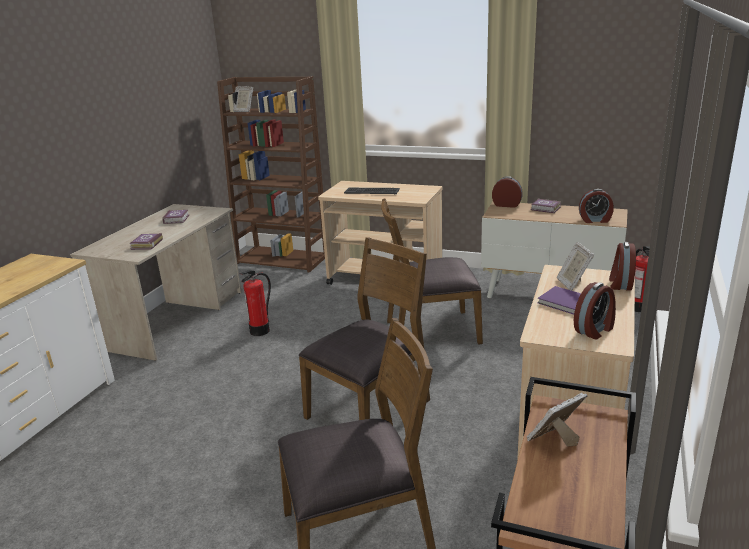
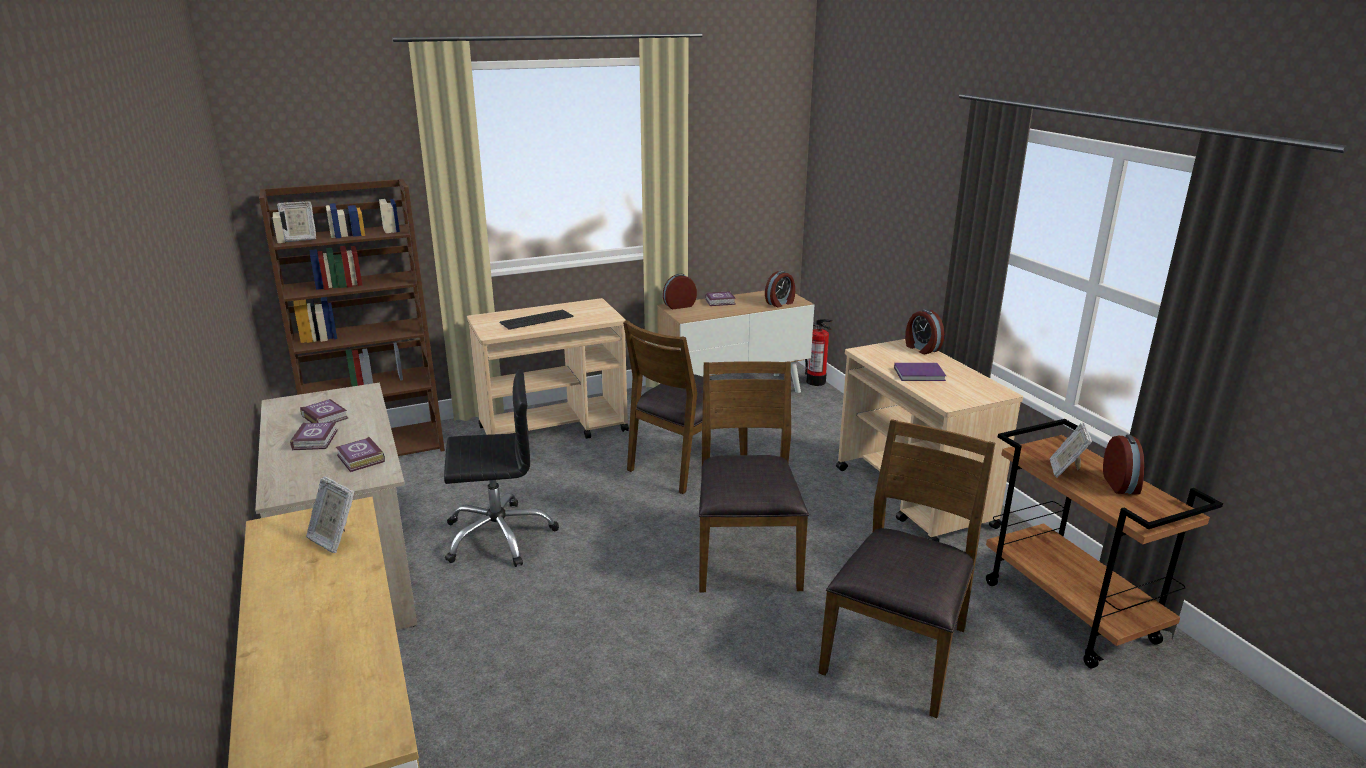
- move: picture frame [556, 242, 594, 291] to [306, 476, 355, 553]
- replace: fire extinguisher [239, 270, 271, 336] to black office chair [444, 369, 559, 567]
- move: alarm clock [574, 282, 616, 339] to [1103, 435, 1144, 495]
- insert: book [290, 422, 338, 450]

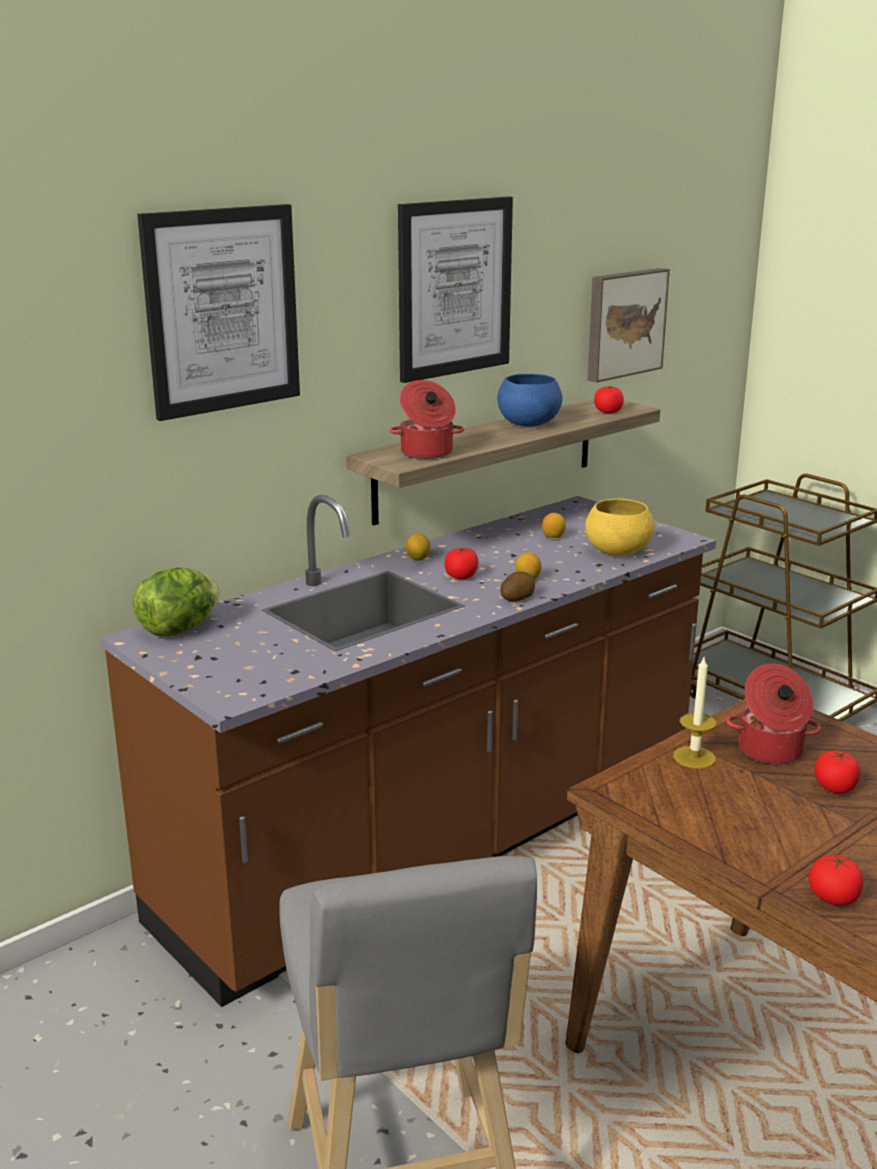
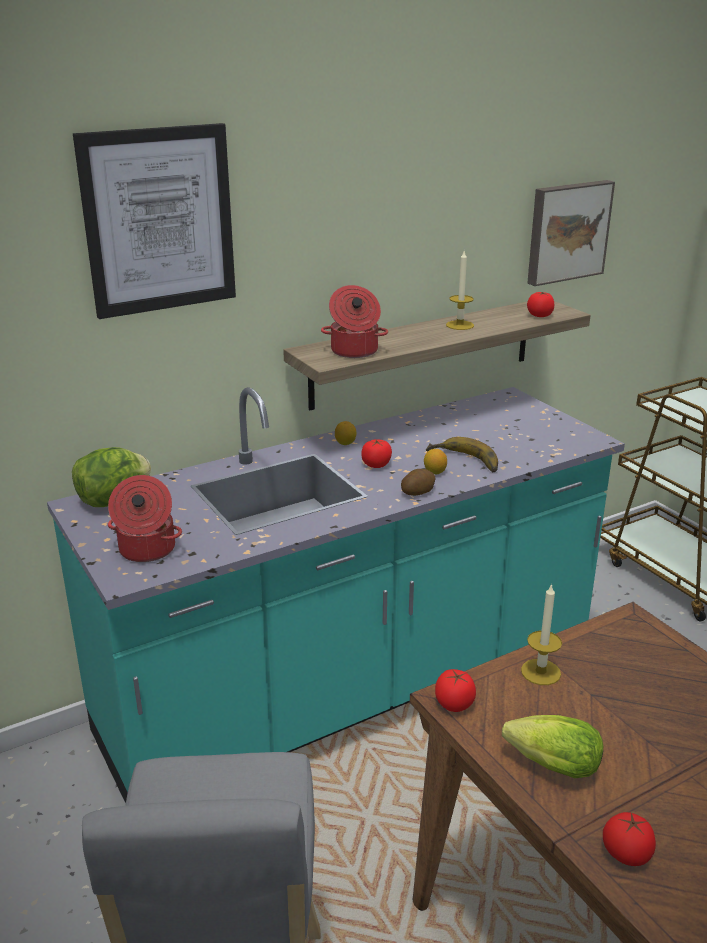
- delete: picture [398, 196, 513, 383]
- replace: blue bowl [498, 374, 562, 427] to candle [446, 251, 474, 330]
- recolor: brown counter [100, 495, 716, 1007] to turquoise counter [47, 387, 625, 803]
- delete: yellow bowl [585, 498, 655, 556]
- delete: lemon [542, 513, 566, 538]
- move: cooking pot [726, 663, 821, 764] to [108, 475, 182, 562]
- move: tomato [814, 751, 860, 794] to [435, 669, 476, 712]
- insert: banana [426, 437, 498, 472]
- insert: lettuce [502, 715, 603, 778]

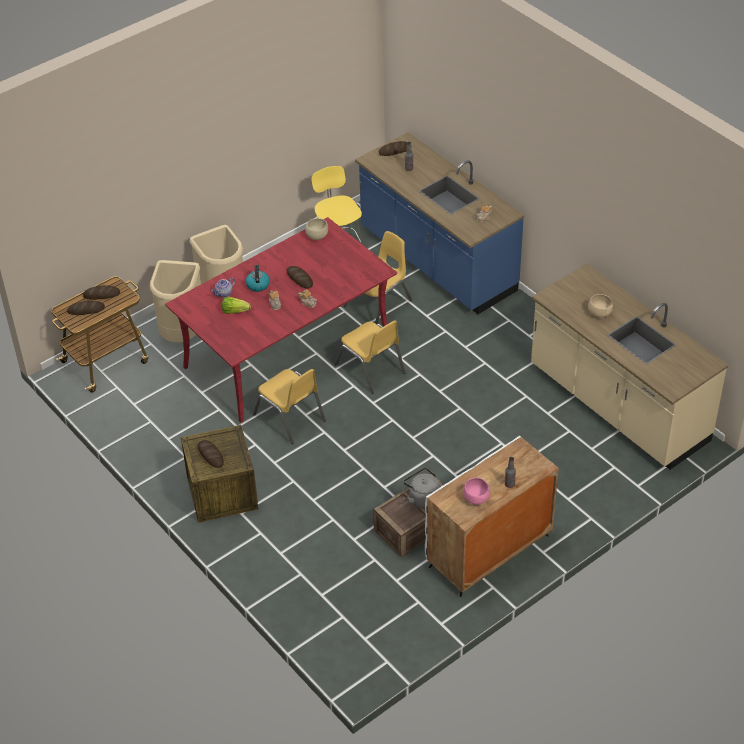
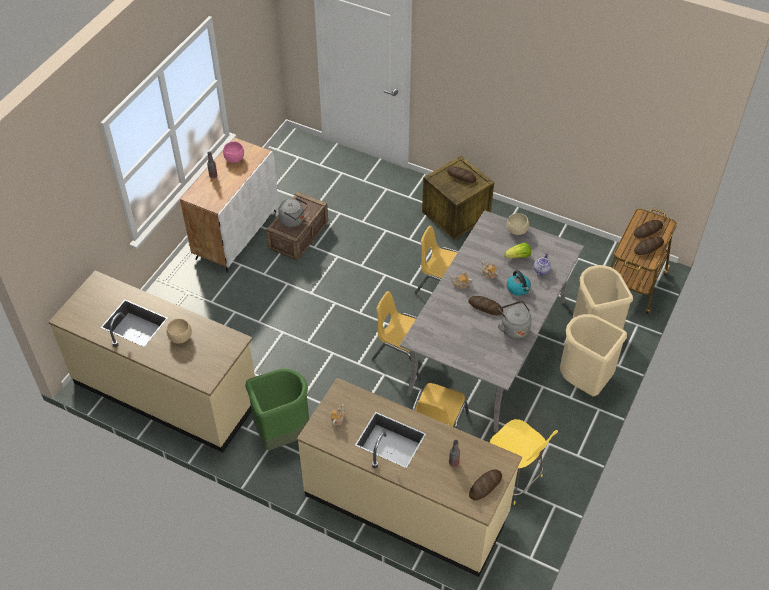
- recolor: blue counter [355, 132, 524, 314] to beige counter [297, 378, 522, 577]
- recolor: red dining table [165, 217, 397, 423] to grey dining table [400, 211, 584, 433]
- move: beige bowl [305, 218, 328, 240] to [507, 213, 529, 235]
- insert: grey kettle [498, 301, 532, 339]
- insert: green trash can [245, 368, 309, 451]

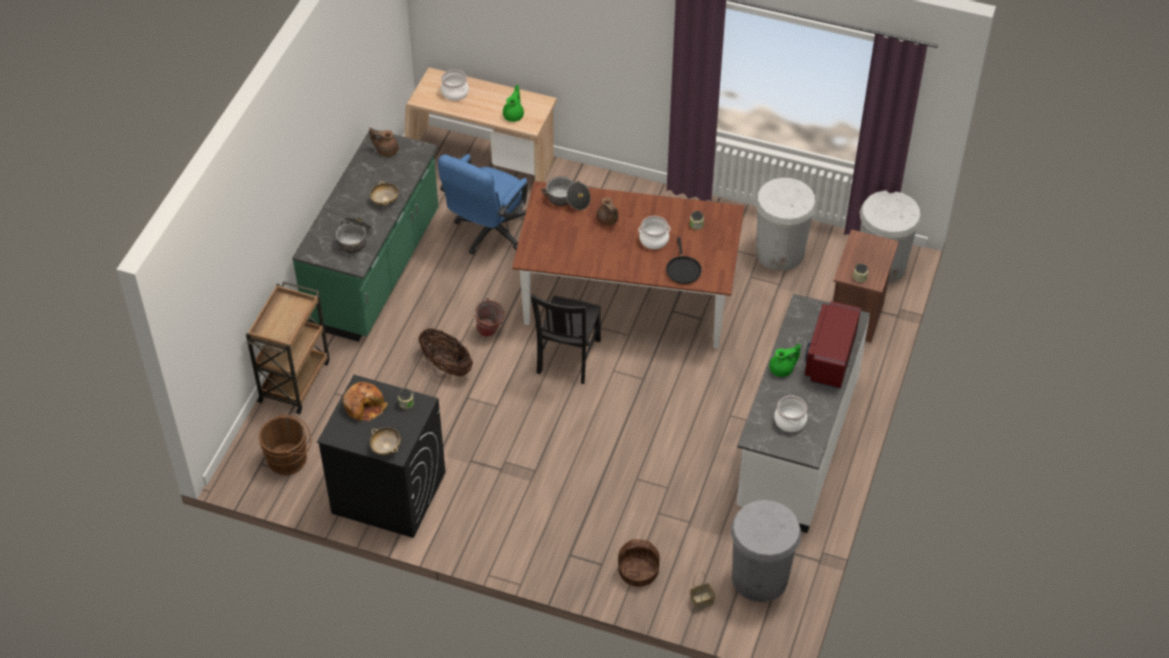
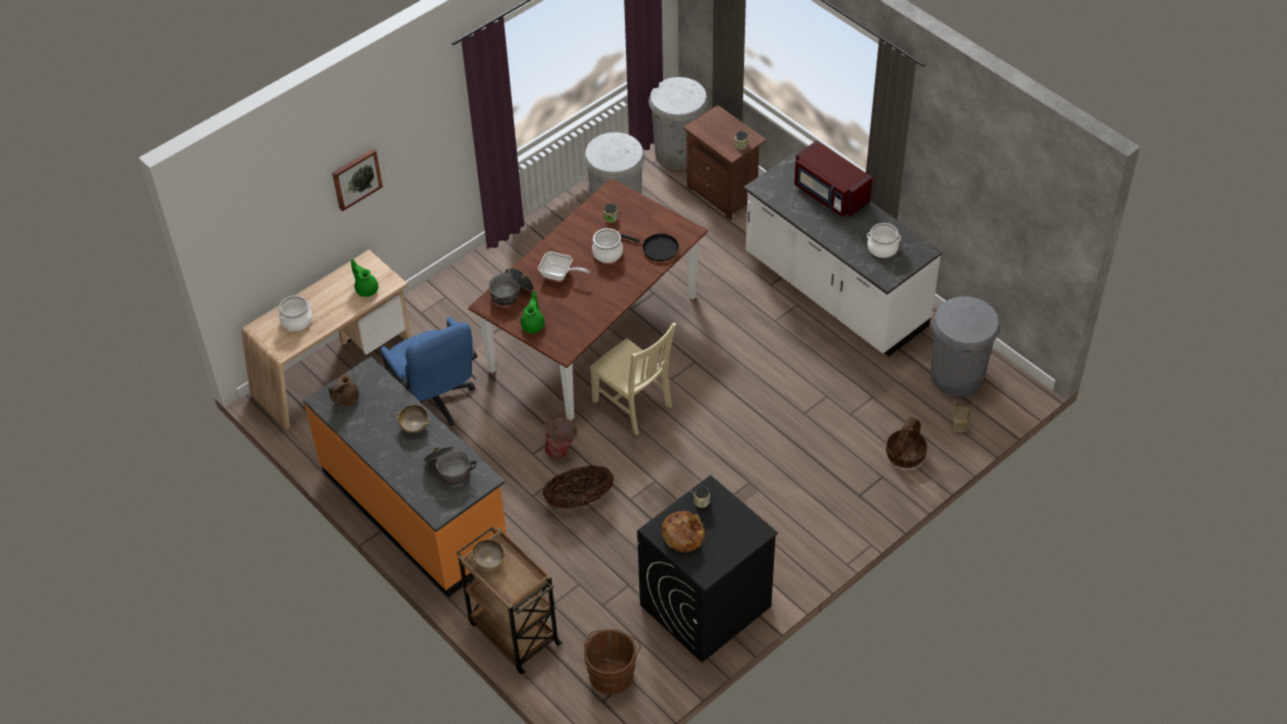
- recolor: green counter [292, 129, 439, 342] to orange counter [303, 357, 507, 597]
- replace: brown teapot [596, 197, 619, 225] to frying pan [538, 251, 590, 281]
- recolor: black chair [530, 294, 601, 384] to beige chair [590, 323, 677, 435]
- move: green teapot [769, 344, 801, 377] to [521, 291, 545, 333]
- move: beige bowl [370, 427, 401, 455] to [468, 540, 508, 570]
- insert: picture [332, 148, 383, 211]

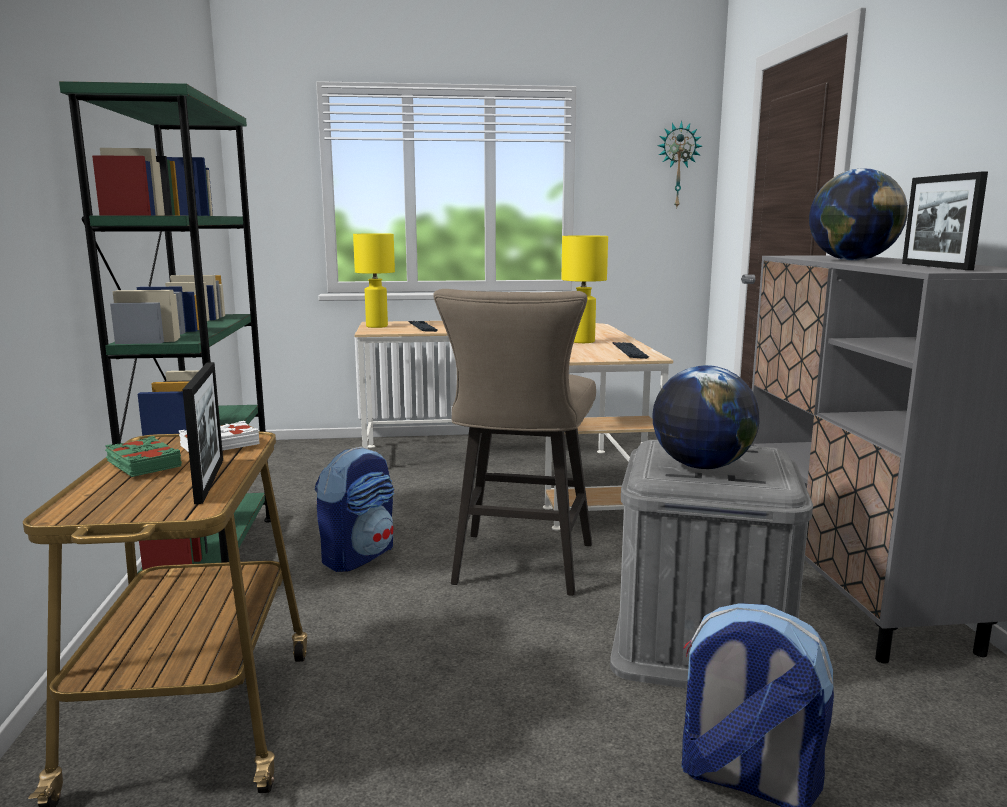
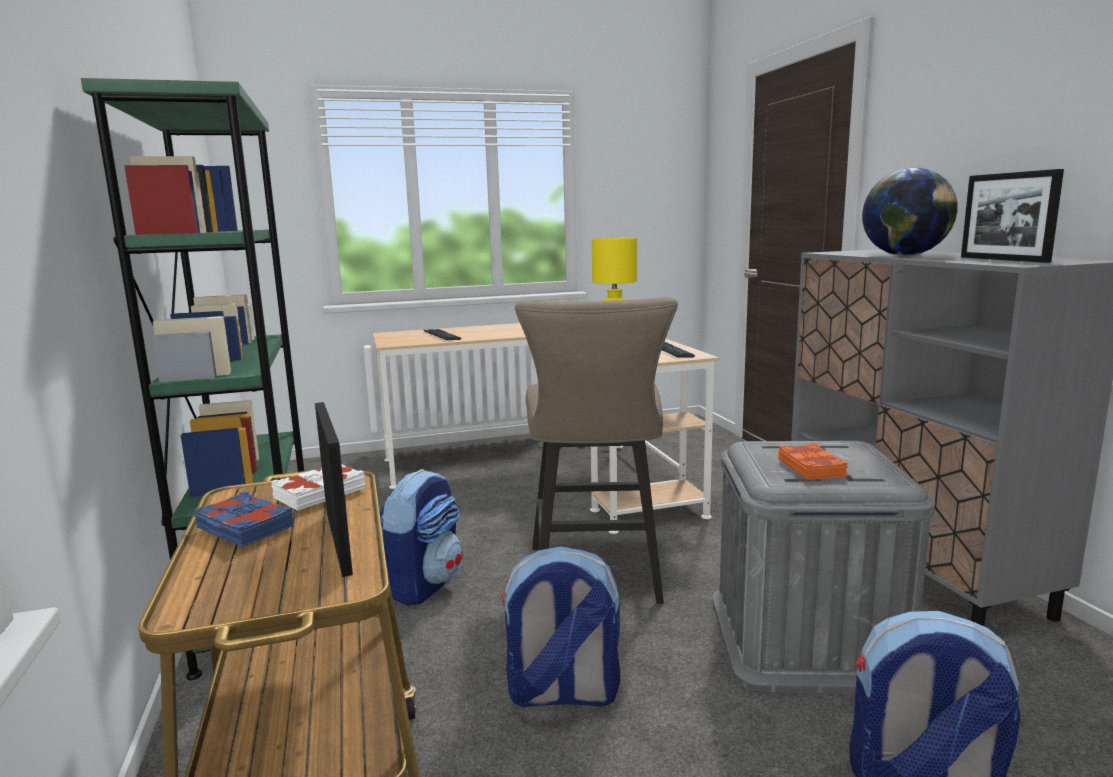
- delete: wall clock [657, 121, 702, 208]
- delete: yellow table lamp [353, 234, 395, 328]
- replace: globe [652, 365, 759, 469] to orange book [778, 443, 848, 480]
- recolor: green book [105, 436, 182, 477] to blue book [193, 491, 294, 547]
- insert: backpack [499, 546, 620, 707]

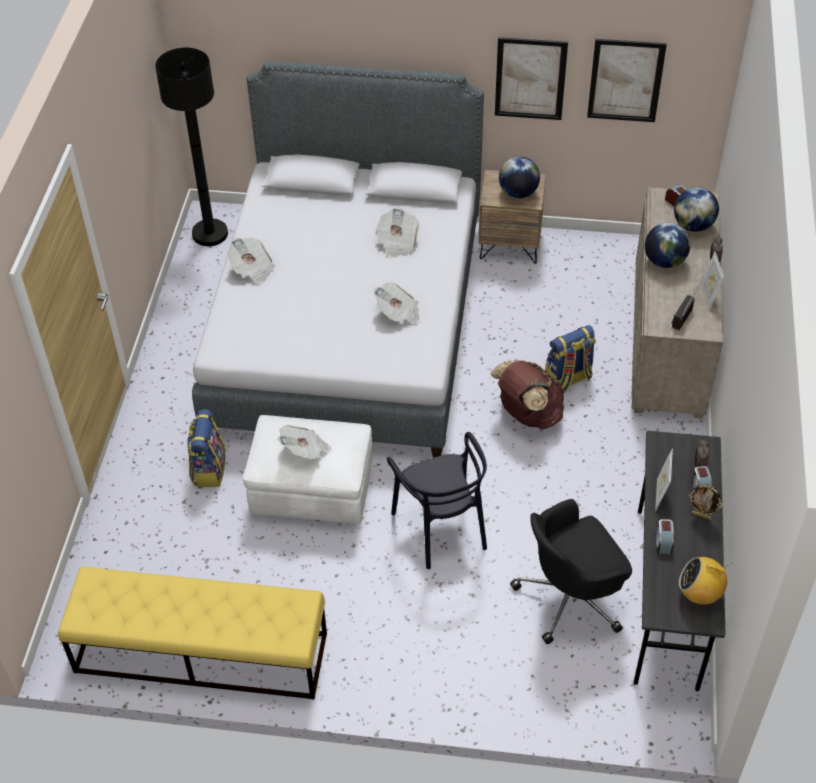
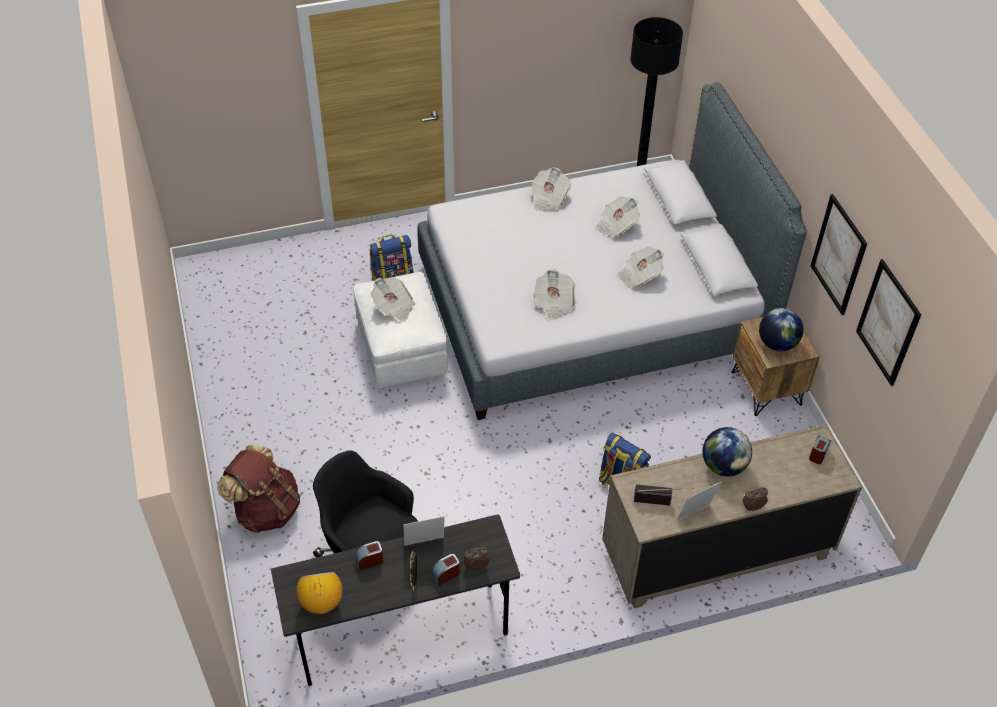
- delete: globe [674, 187, 719, 232]
- move: brown backpack [490, 360, 565, 429] to [217, 445, 300, 533]
- delete: black chair [387, 432, 487, 569]
- delete: yellow bench [58, 567, 327, 699]
- insert: newspaper [595, 196, 640, 238]

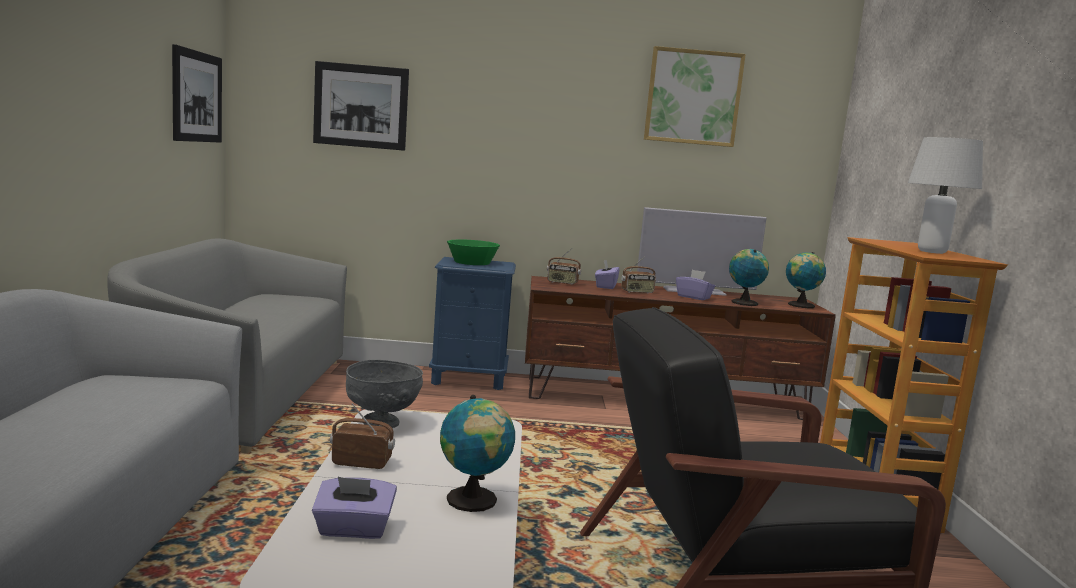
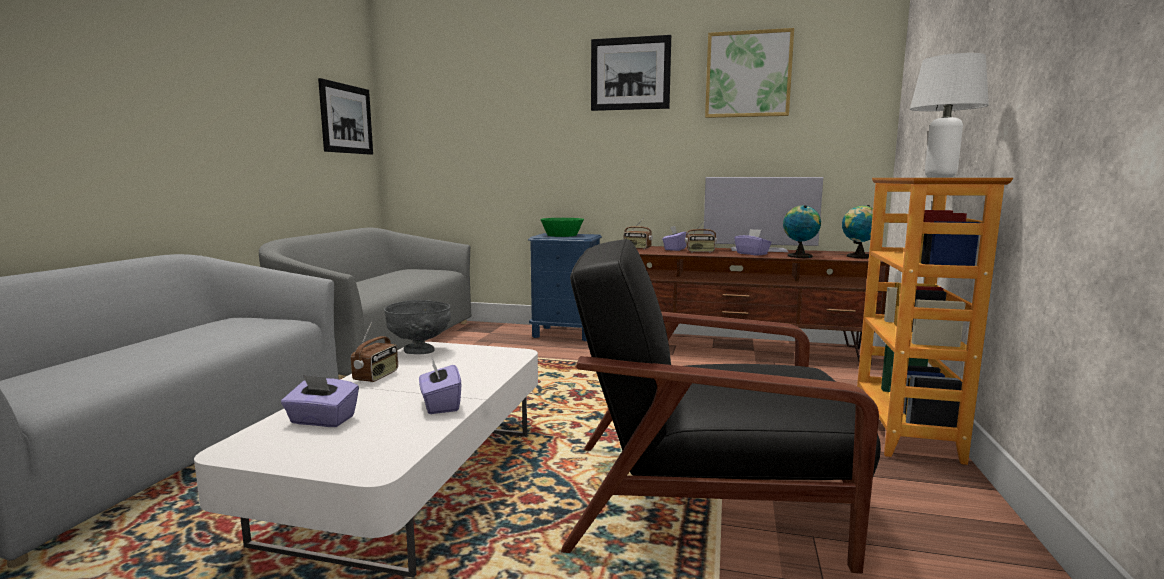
- move: picture [313, 61, 409, 151] to [591, 35, 671, 111]
- replace: globe [440, 395, 515, 512] to purple tissue box [419, 358, 461, 414]
- rotate: radio [330, 403, 395, 469] = [351, 322, 398, 382] 90 degrees clockwise

